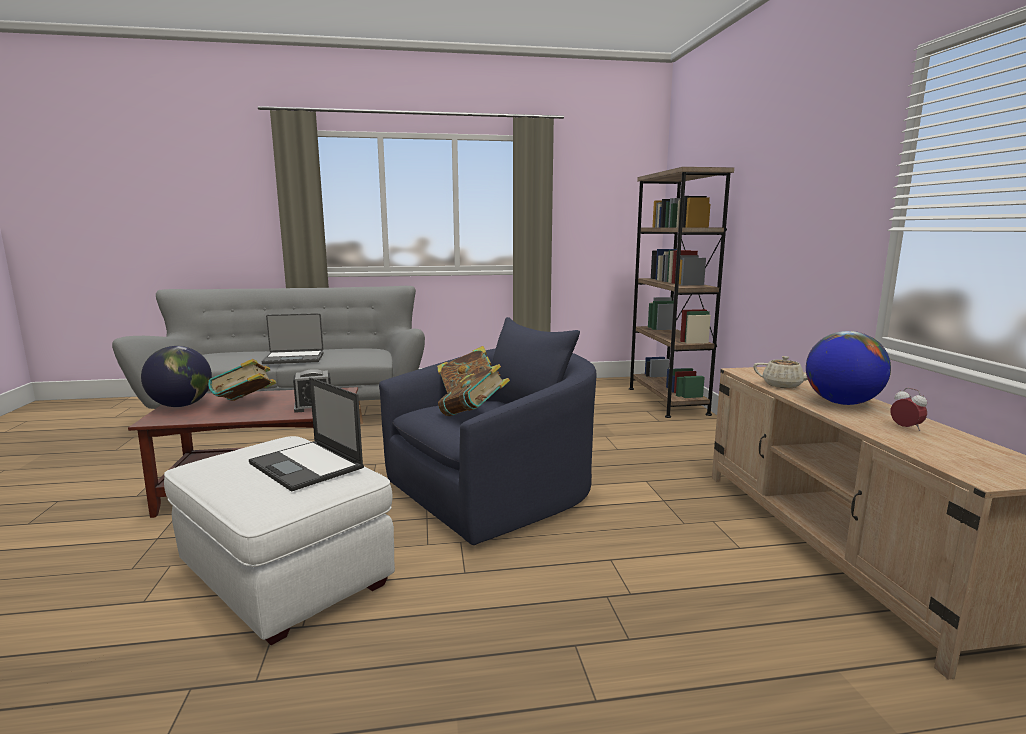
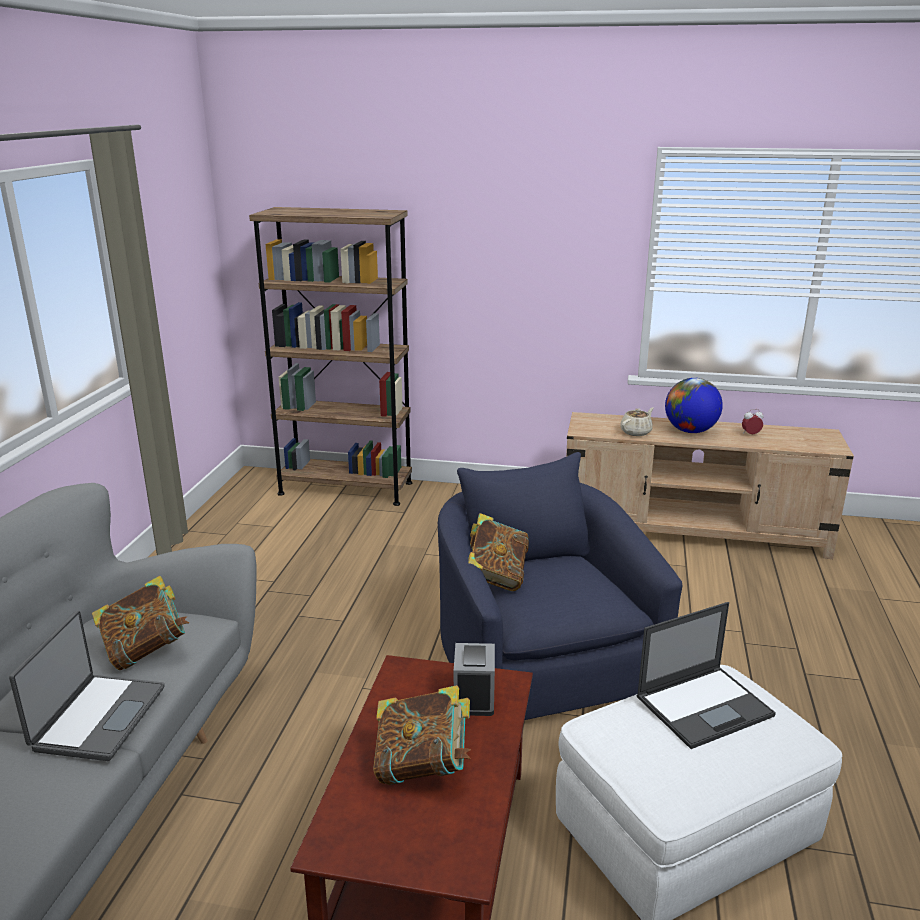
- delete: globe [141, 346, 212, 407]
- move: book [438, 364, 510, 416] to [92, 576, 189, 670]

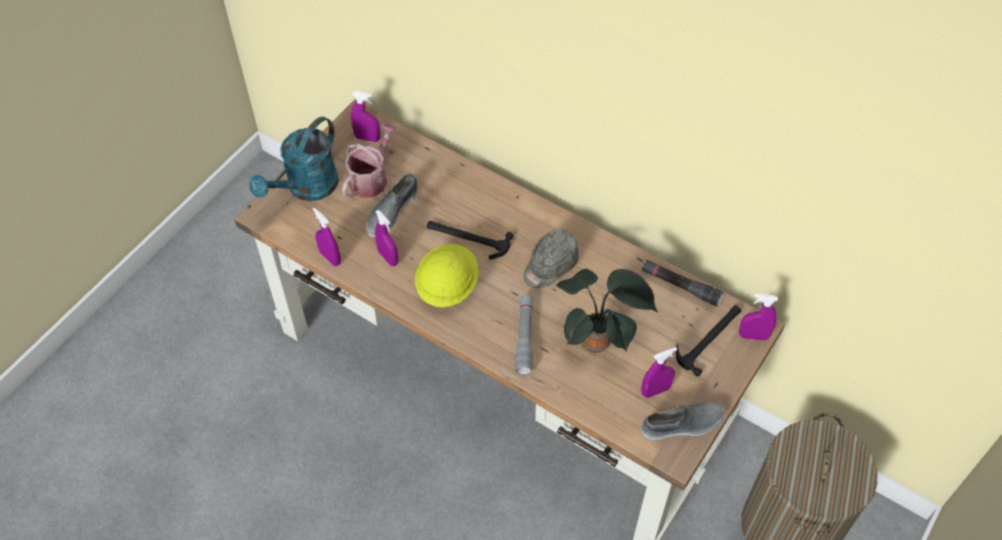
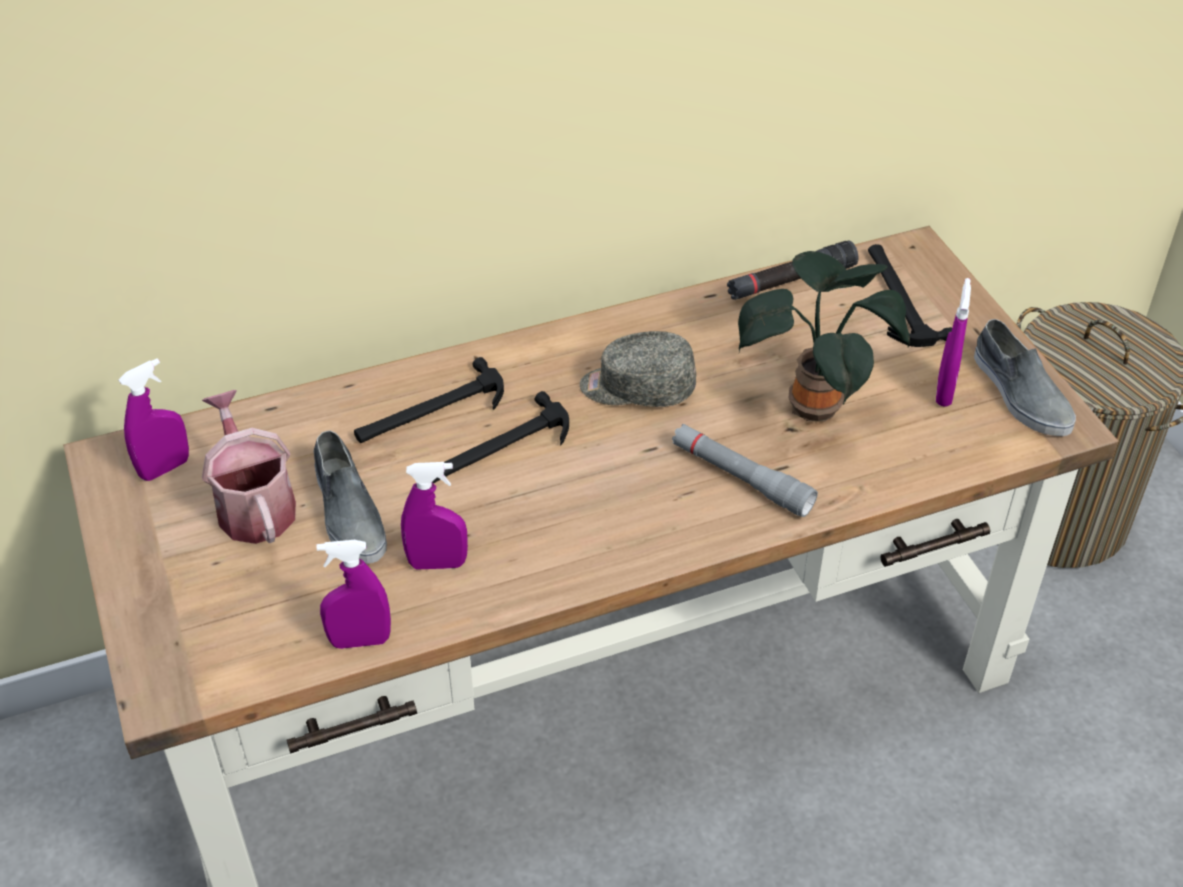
- delete: turquoise watering can [249, 116, 339, 201]
- rotate: grey cap [523, 230, 579, 288] = [580, 331, 696, 407] 105 degrees clockwise
- delete: yellow hard hat [415, 244, 479, 307]
- delete: purple spray bottle [739, 294, 778, 341]
- rotate: grey shoe [641, 402, 726, 440] = [974, 319, 1076, 436] 135 degrees clockwise
- insert: hammer [354, 357, 504, 443]

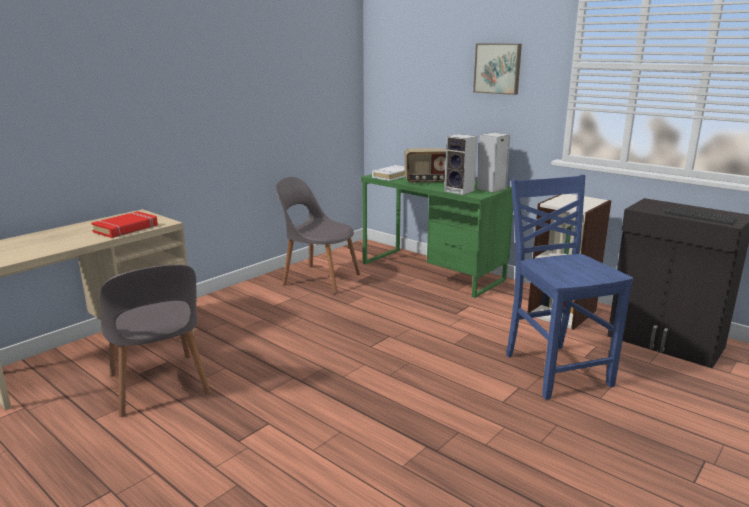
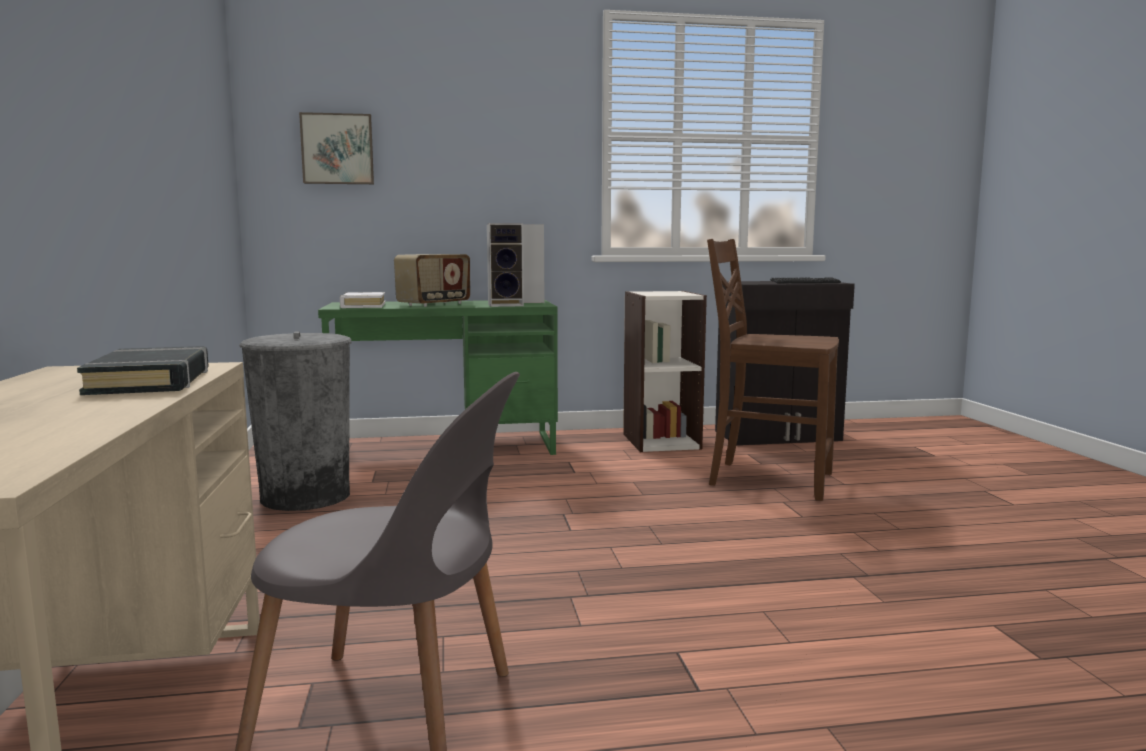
- move: picture [473, 44, 522, 95] to [299, 112, 374, 184]
- recolor: blue chair [506, 175, 633, 400] to brown chair [707, 239, 839, 501]
- replace: grey chair [276, 177, 360, 294] to grey trash can [240, 331, 352, 511]
- recolor: red book [91, 211, 158, 238] to black book [77, 346, 209, 395]

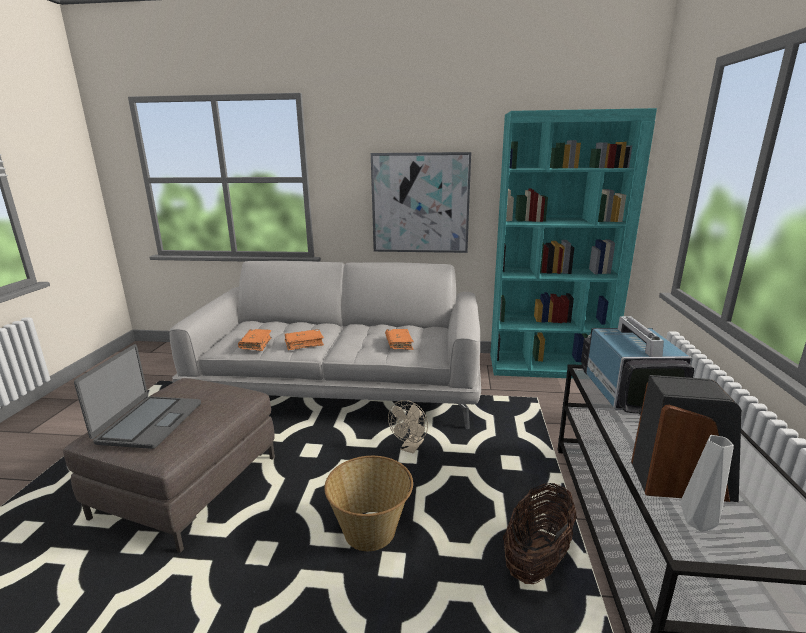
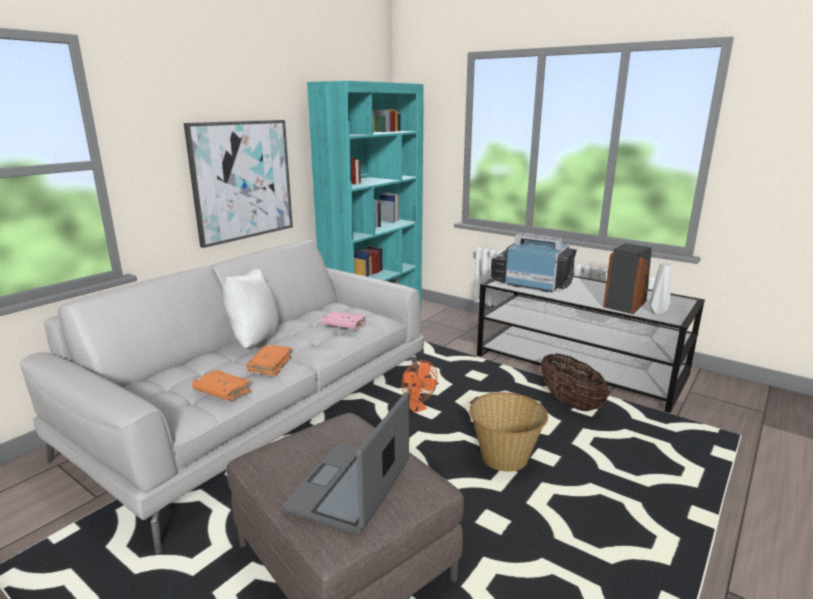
- recolor: orange book [385, 329, 414, 350] to pink book [322, 311, 367, 329]
- rotate: laptop [74, 344, 201, 449] = [283, 392, 409, 534] 105 degrees counterclockwise
- recolor: beige fan [388, 400, 428, 454] to orange fan [402, 360, 438, 413]
- insert: white pillow [223, 269, 279, 349]

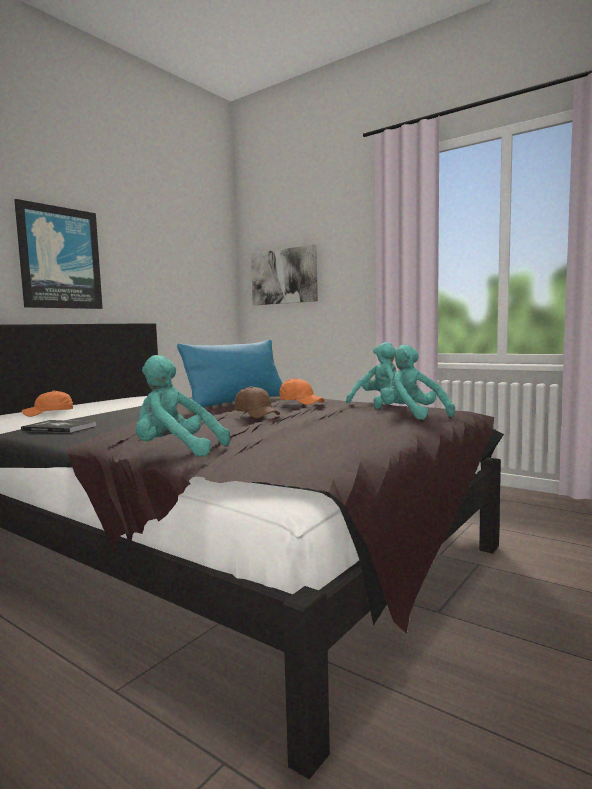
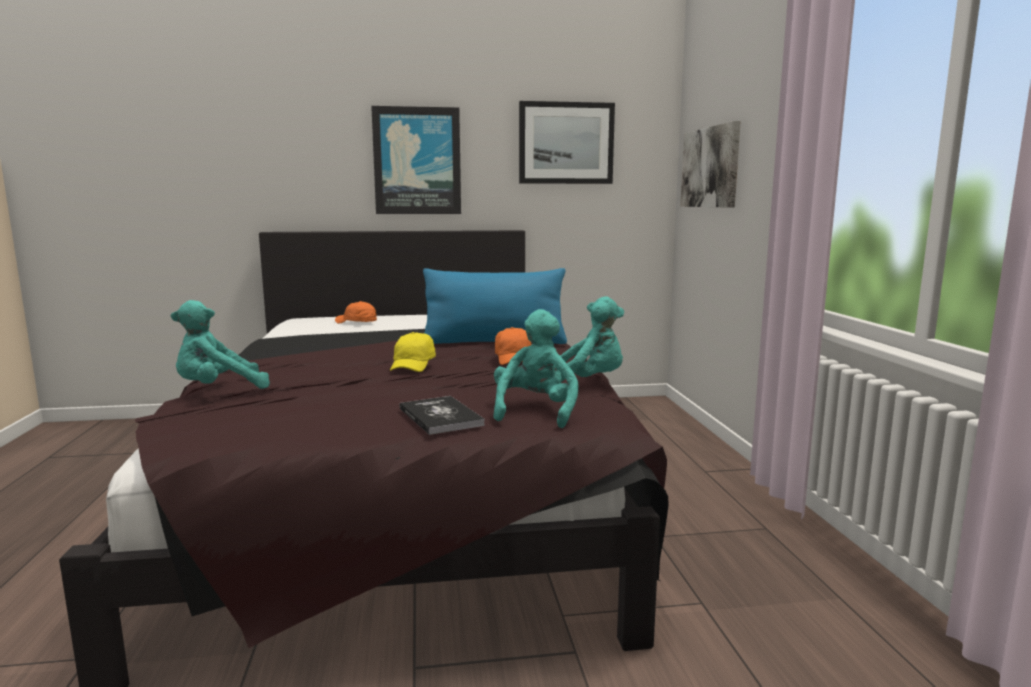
- rotate: turquoise plush toy [136, 355, 230, 457] = [171, 300, 270, 389] 90 degrees counterclockwise
- recolor: brown cap [235, 386, 280, 418] to yellow cap [390, 332, 436, 372]
- move: book [21, 420, 96, 433] to [399, 396, 485, 435]
- insert: picture [519, 101, 615, 184]

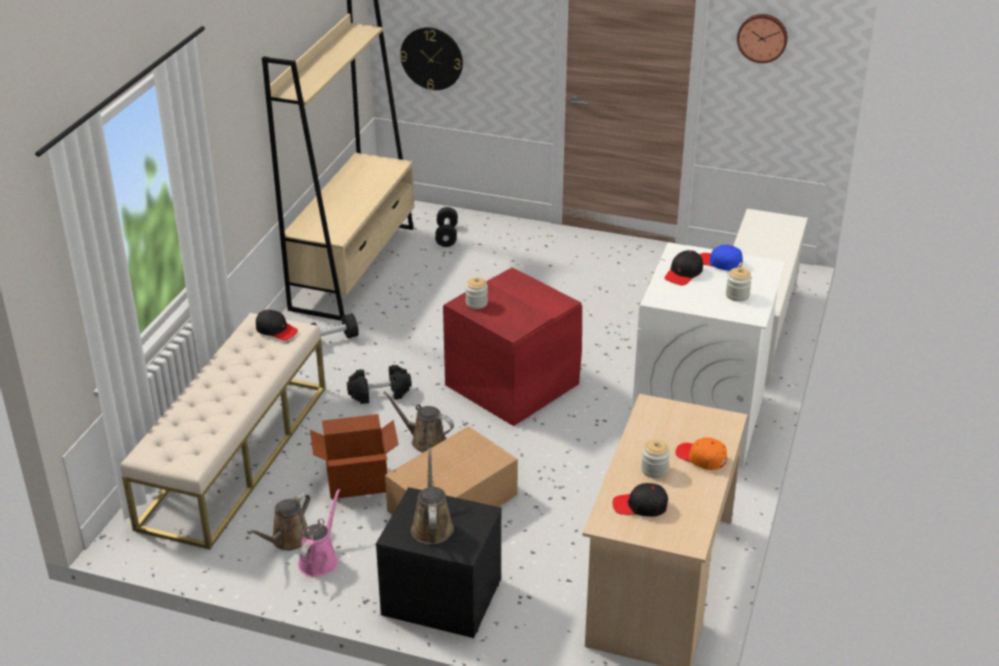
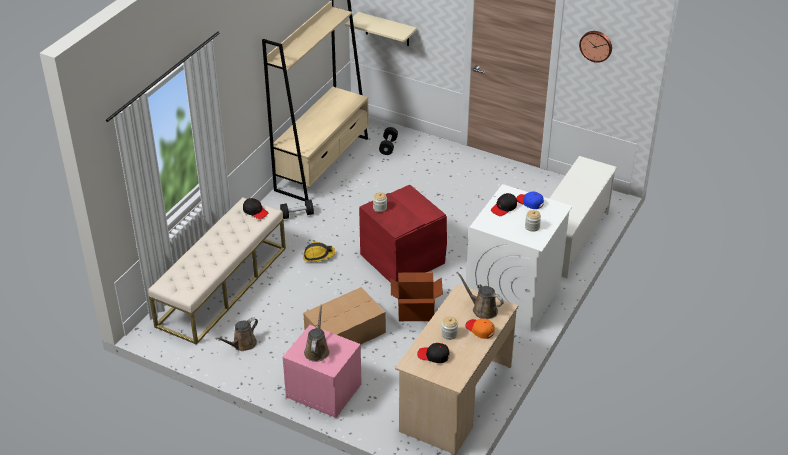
- replace: wall clock [400, 27, 463, 90] to beige shelf [345, 12, 417, 46]
- replace: black dumbbell [347, 365, 412, 404] to hard hat [303, 242, 335, 262]
- move: brown watering can [383, 391, 454, 453] to [457, 272, 504, 319]
- move: cardboard box [310, 414, 399, 499] to [390, 272, 443, 321]
- recolor: black nightstand [376, 487, 502, 638] to pink nightstand [282, 325, 362, 418]
- delete: pink watering can [298, 489, 340, 577]

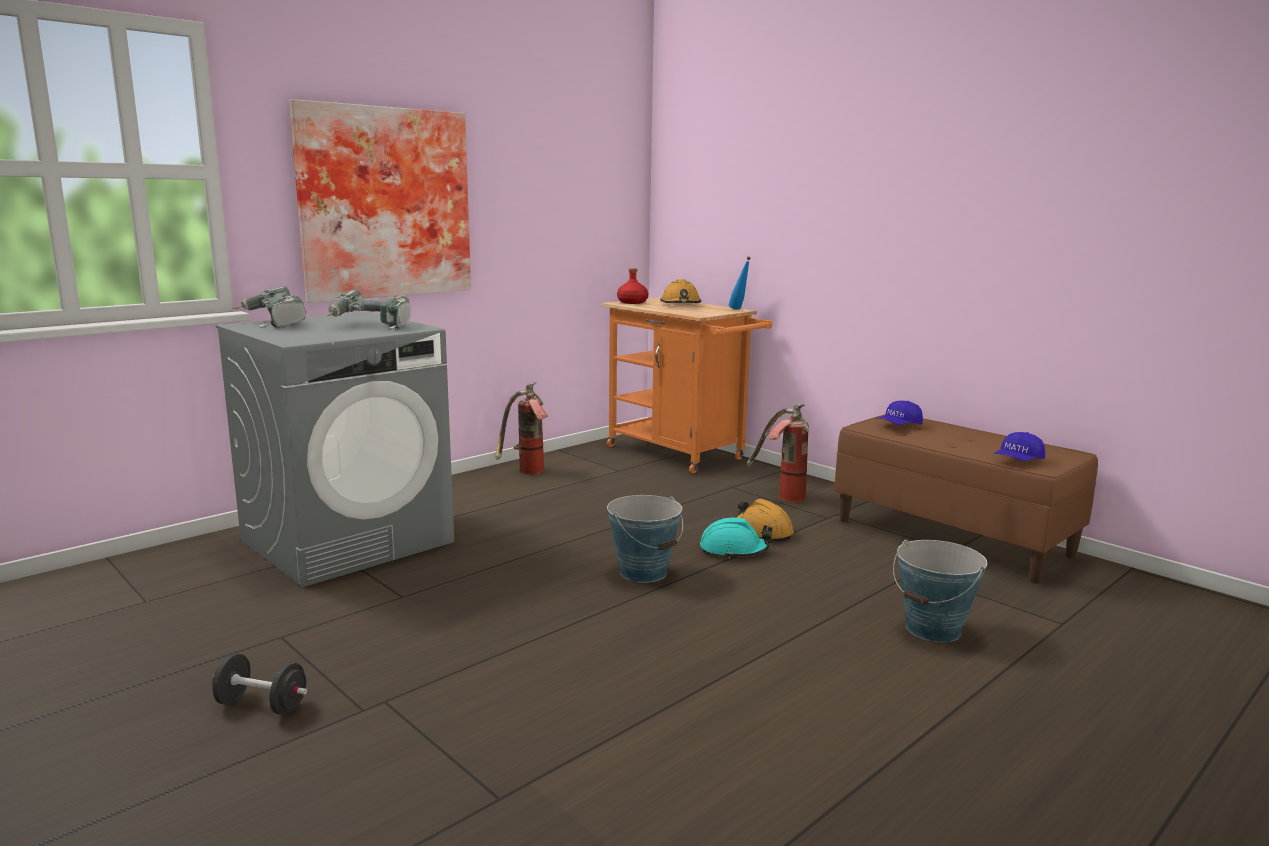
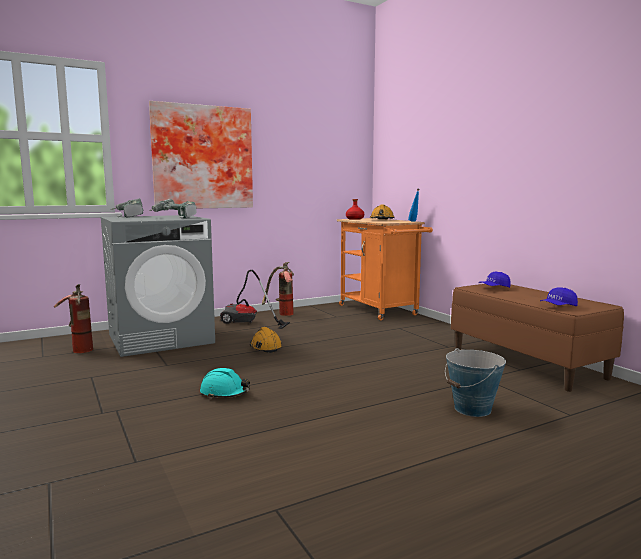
- move: fire extinguisher [747, 404, 809, 502] to [54, 284, 93, 353]
- delete: bucket [607, 495, 683, 583]
- move: orange hard hat [735, 499, 794, 542] to [250, 327, 282, 353]
- move: turquoise hard hat [700, 518, 772, 559] to [200, 368, 250, 399]
- delete: black dumbbell [212, 654, 307, 715]
- insert: vacuum cleaner [220, 270, 290, 329]

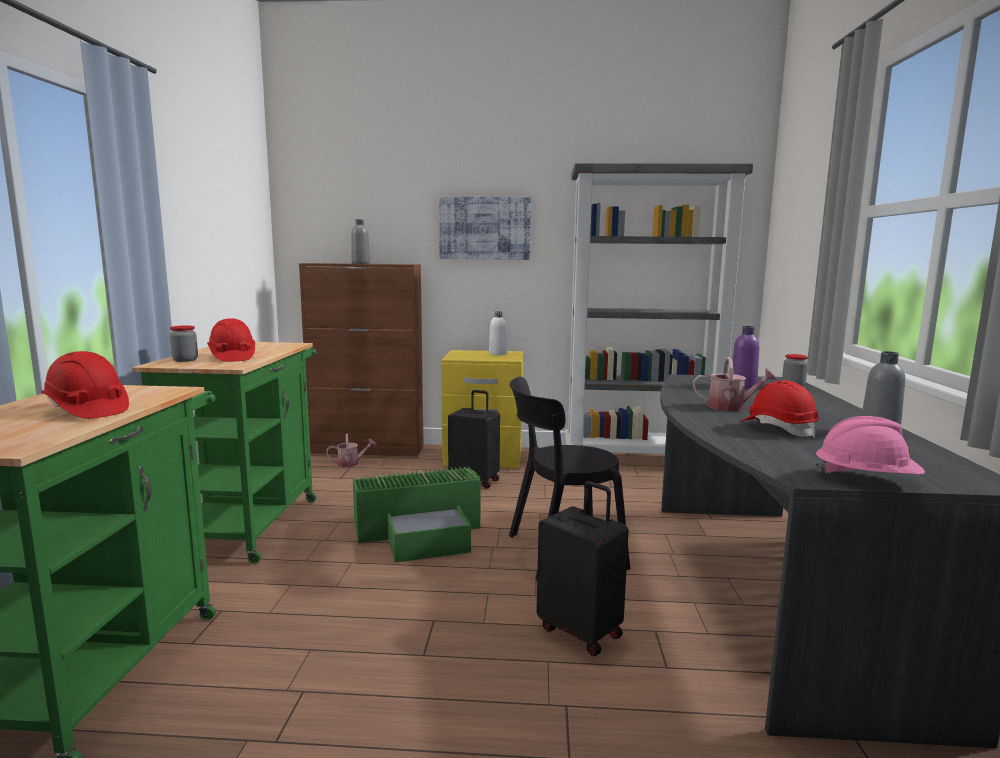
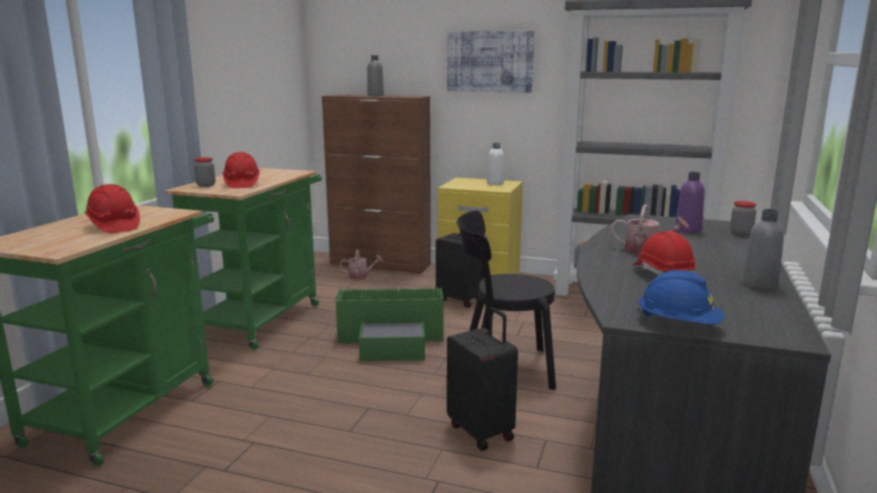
- recolor: pink hard hat [814, 416, 925, 475] to blue hard hat [636, 270, 724, 324]

